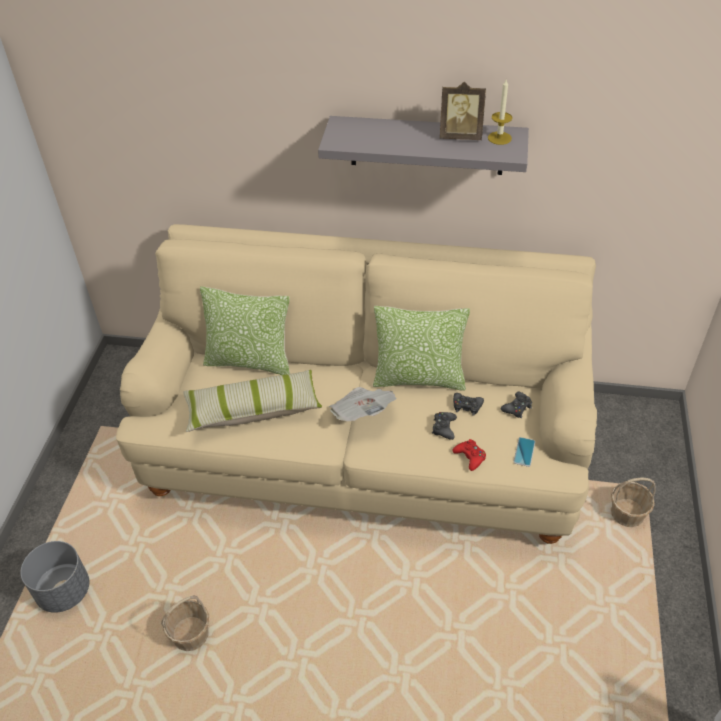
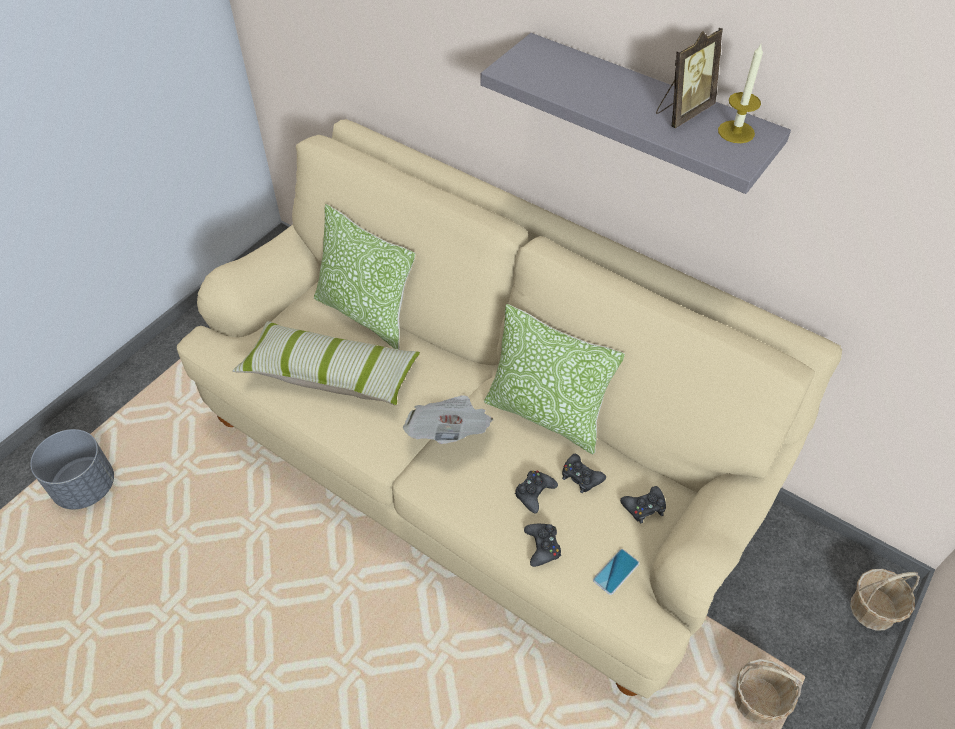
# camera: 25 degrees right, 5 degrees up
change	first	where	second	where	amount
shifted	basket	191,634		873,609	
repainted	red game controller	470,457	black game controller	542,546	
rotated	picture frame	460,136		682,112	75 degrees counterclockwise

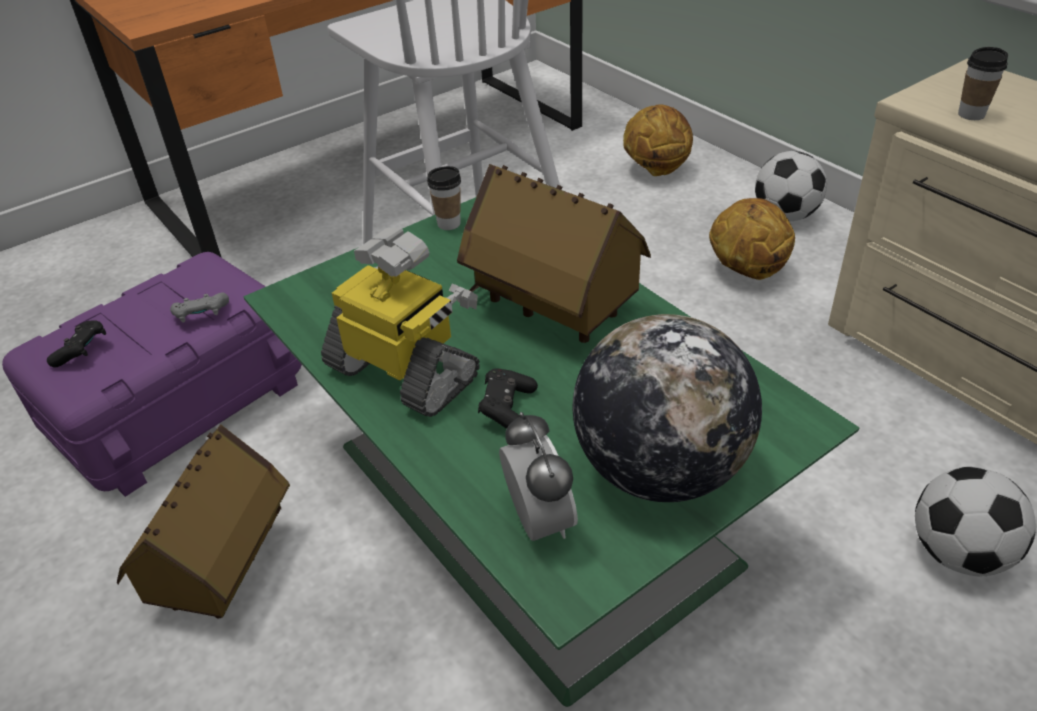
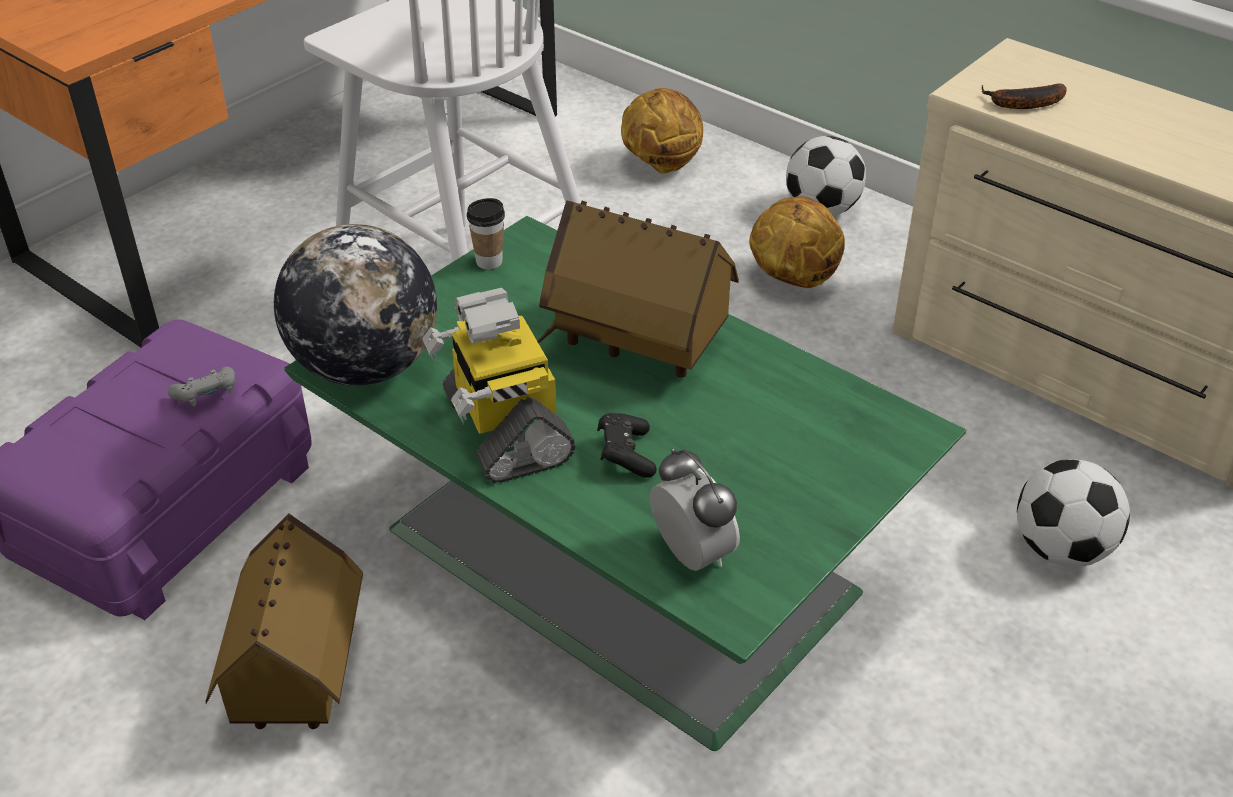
# camera: 15 degrees left, 0 degrees up
change	first	where	second	where	amount
gone	black game controller	83,352			
shifted	globe	659,470		365,367	
swapped	cup	971,114	banana	1022,104	
rotated	toy robot	405,372		504,429	135 degrees counterclockwise

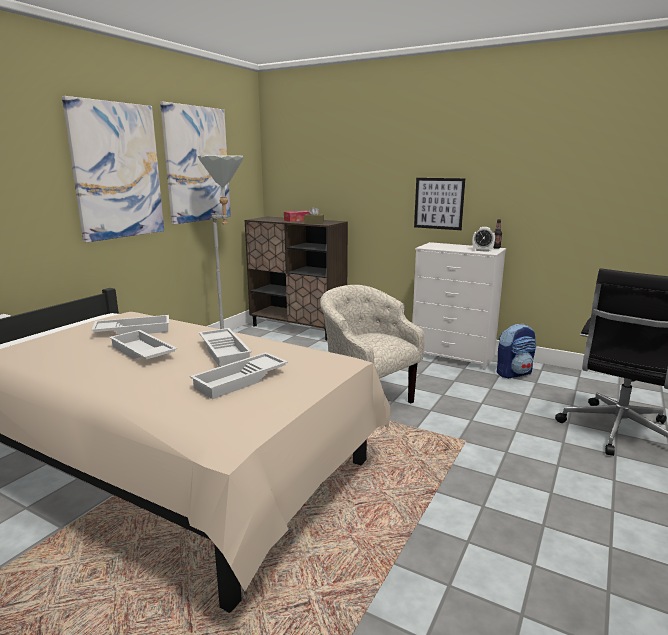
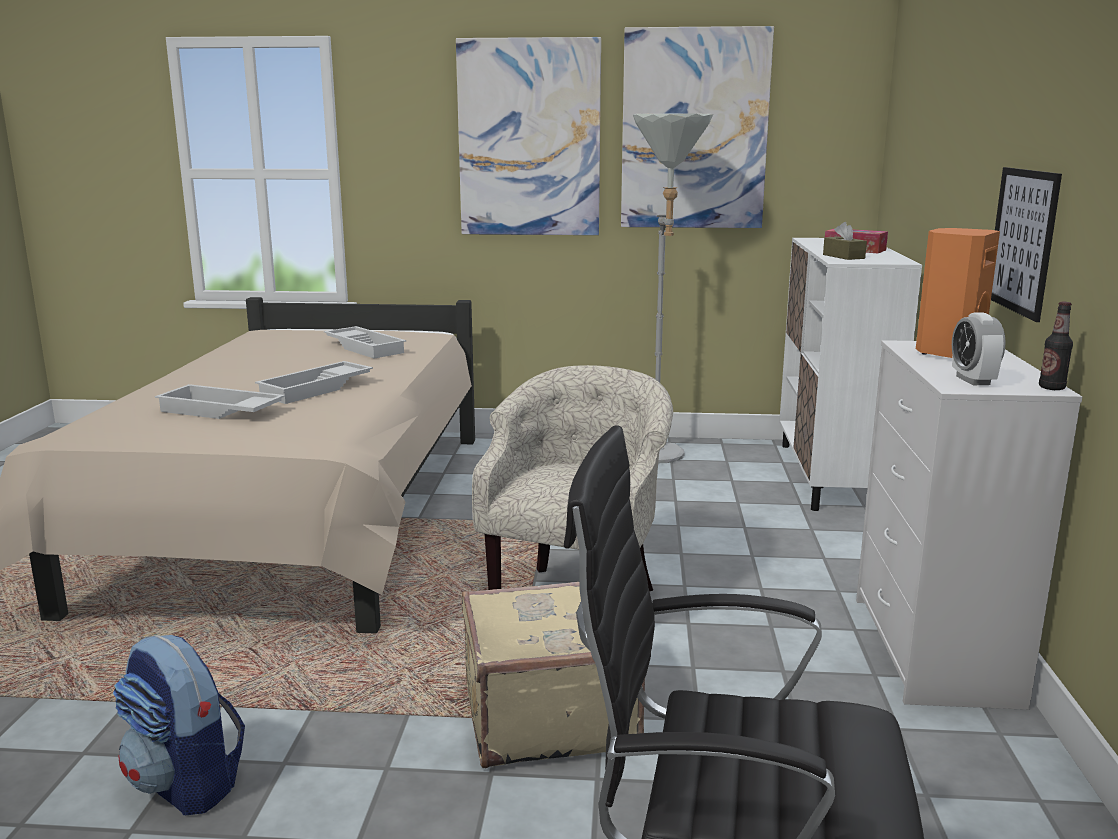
# camera: 65 degrees right, 0 degrees up
change	first	where	second	where	amount
gone	white tray	141,352			
new			beige suitcase	547,716	
new			orange speaker	947,353	
shifted	backpack	514,373		186,784	
repainted	brown cabinet	298,328	white cabinet	830,476	

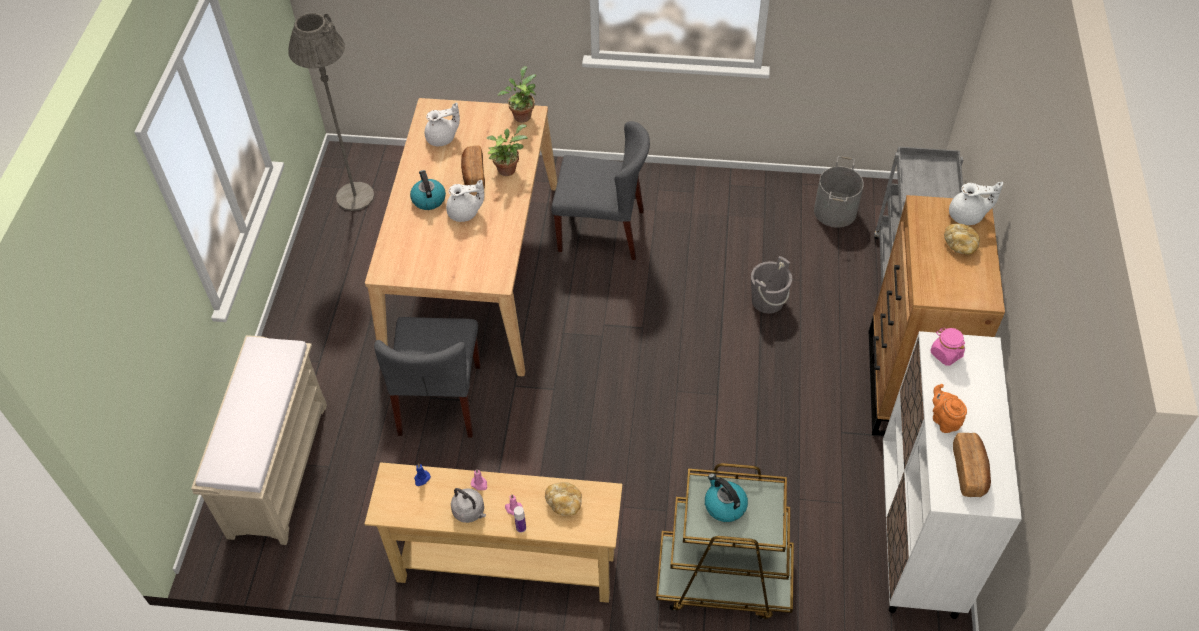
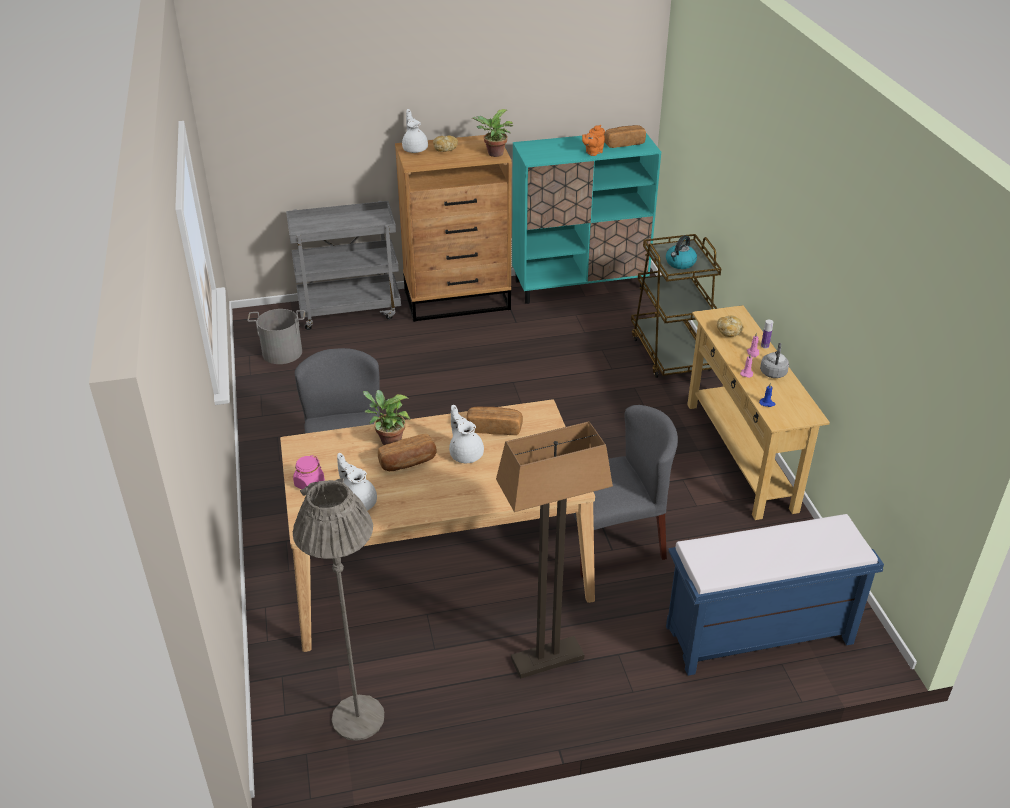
# camera: 110 degrees left, 15 degrees down
change	first	where	second	where	amount
gone	kettle	428,199			
gone	grey bucket	767,301			
new			bread	494,428	
new			floor lamp	547,659	
shifted	potted plant	522,115		493,154	
shifted	pink jar	945,354		309,484	
repainted	beige bench	278,467	blue bench	757,636	
repainted	white cabinet	918,534	turquoise cabinet	580,284	

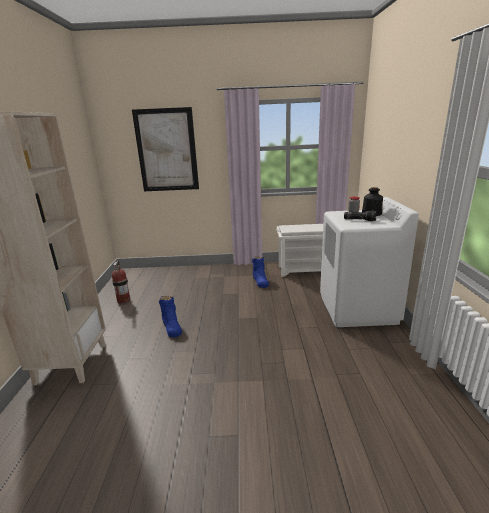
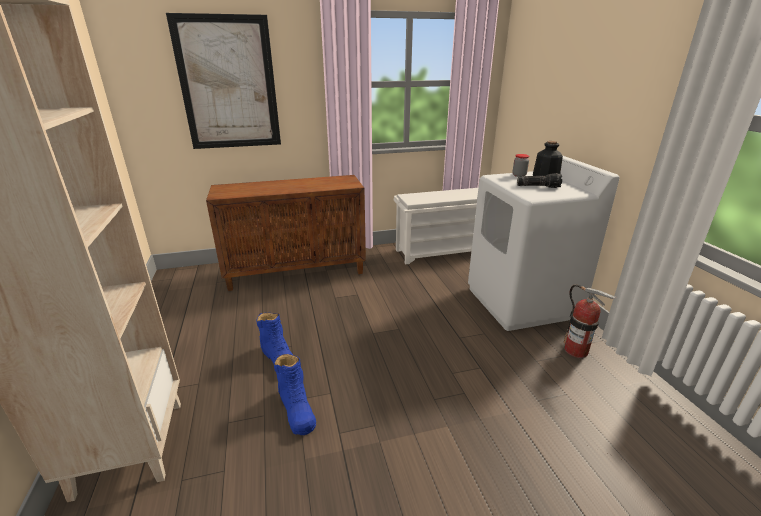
# camera: 15 degrees left, 5 degrees up
change	first	where	second	where	amount
new			brown cabinet	297,272	
shifted	fire extinguisher	123,300		576,350	
shifted	blue boot	260,281		296,410	

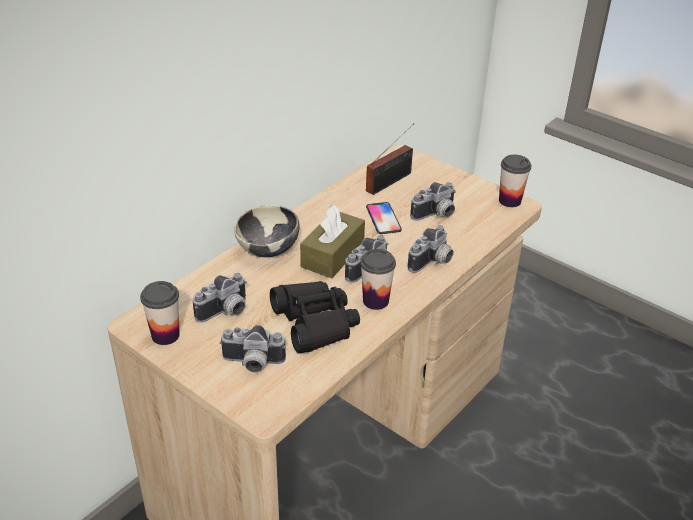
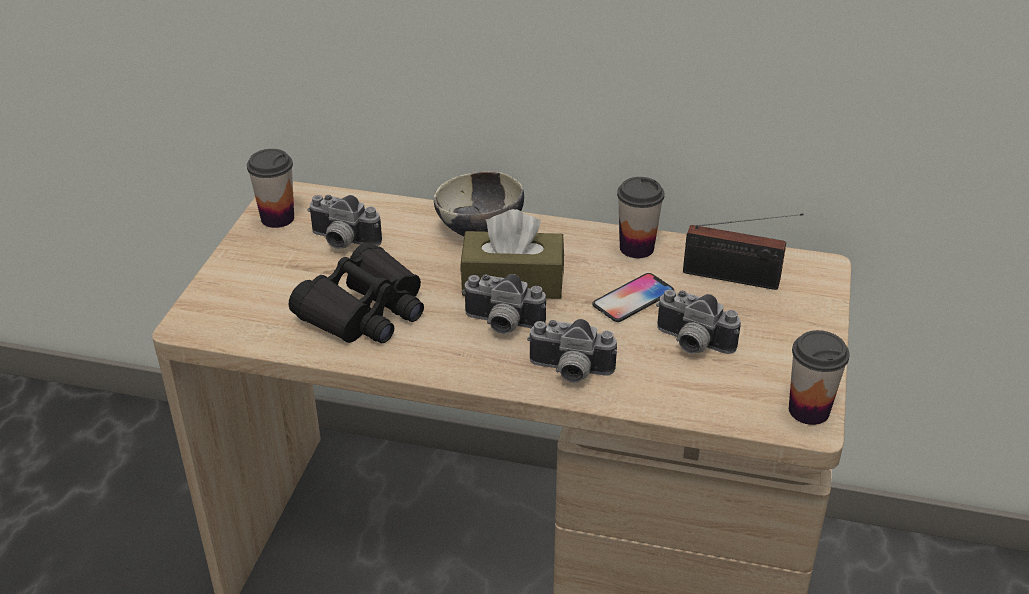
# camera: 65 degrees right, 0 degrees up
change	first	where	second	where	amount
gone	photo camera	252,364			
shifted	cup	375,301		636,248	

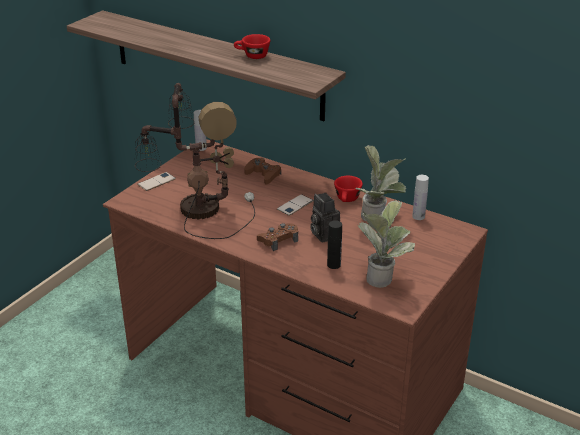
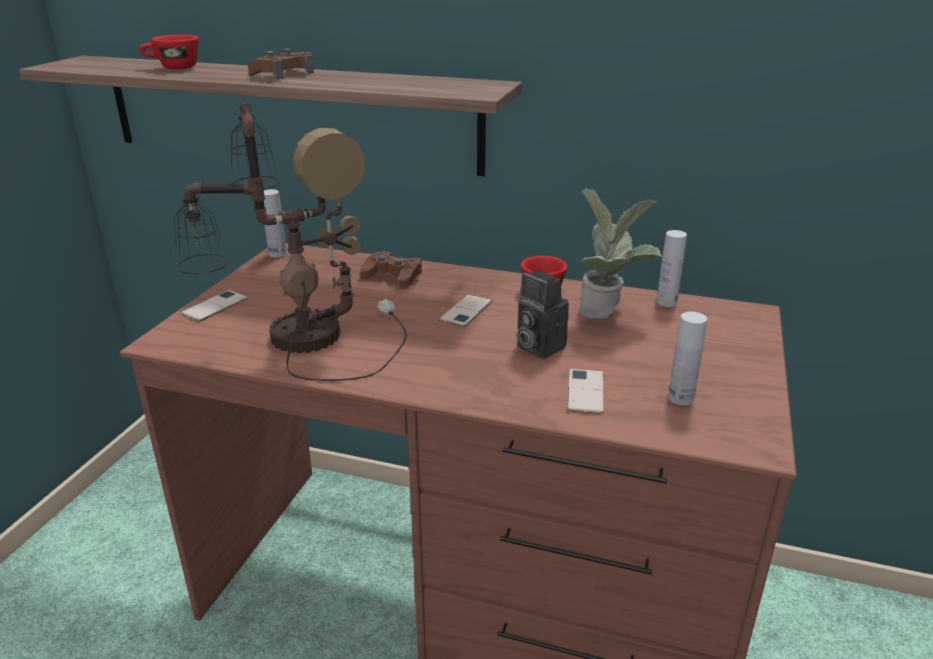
# camera: 15 degrees left, 5 degrees down
change	first	where	second	where	amount
shifted	red cup	252,56		172,68	
shifted	brown game controller	278,240		283,74	
swapped	black bottle	334,265	phone	585,391	
swapped	potted plant	383,276	white bottle	681,398	

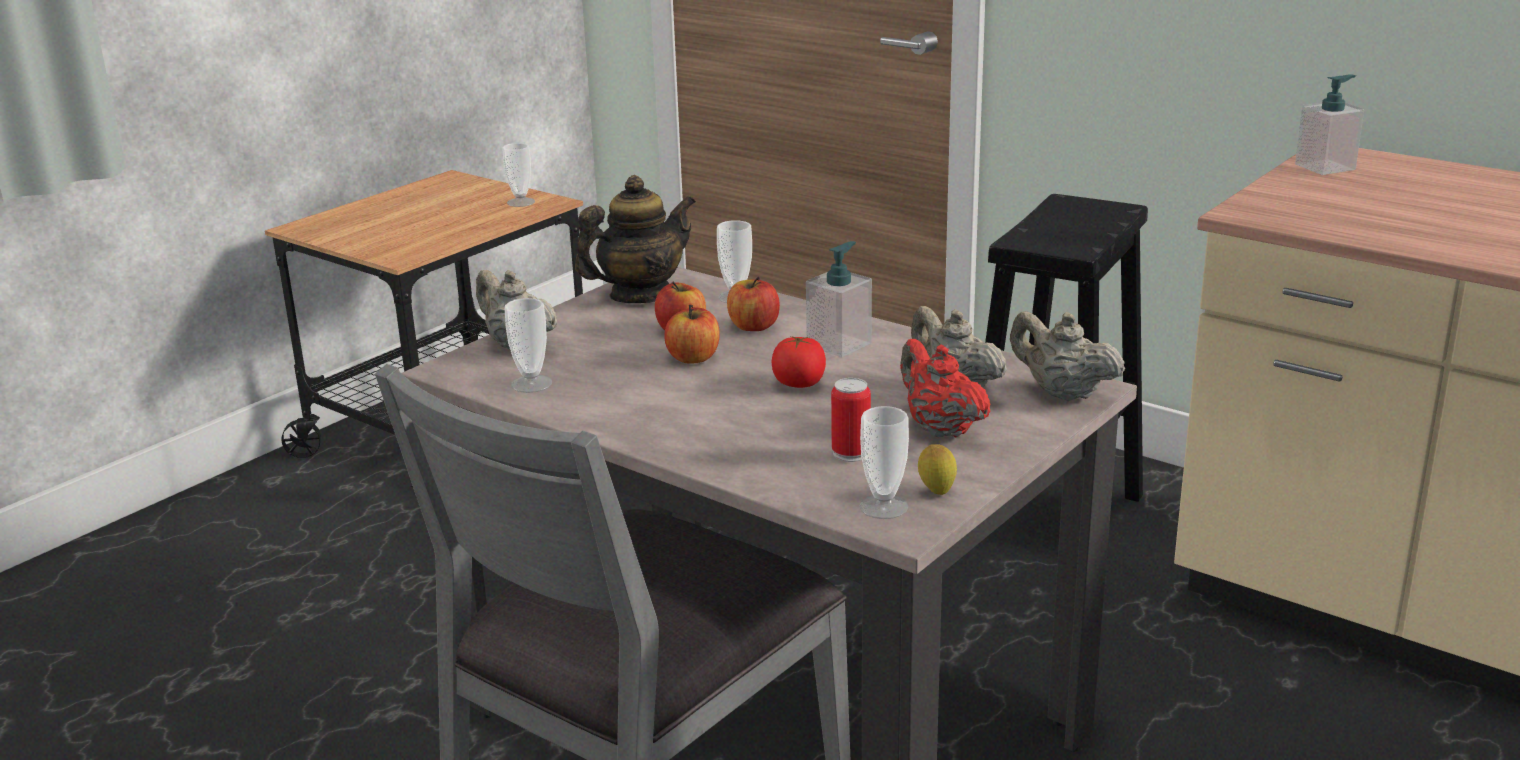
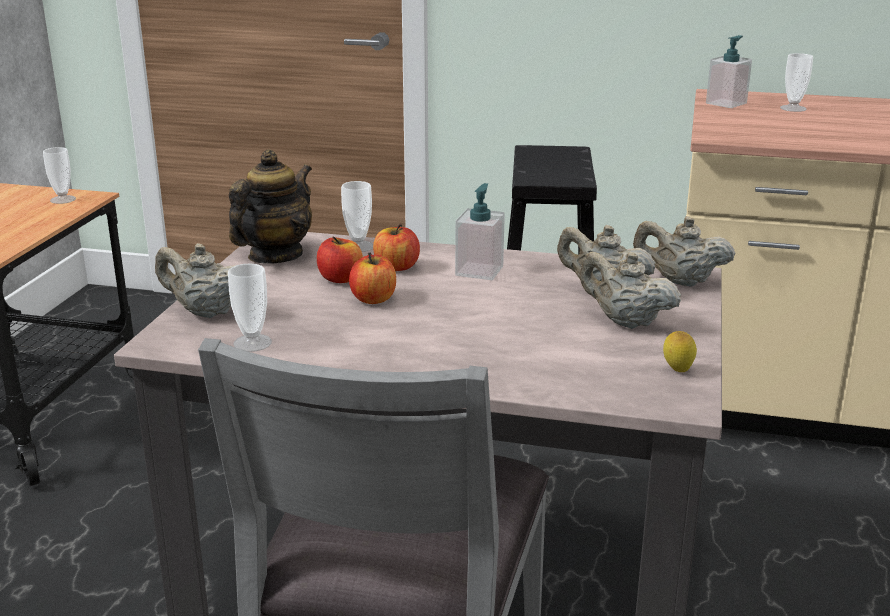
# camera: 25 degrees left, 0 degrees up
change	first	where	second	where	amount
gone	tomato	799,384			
gone	can	851,453			
shifted	cup	883,507		793,108	
repainted	red teapot	940,429	beige teapot	625,322	

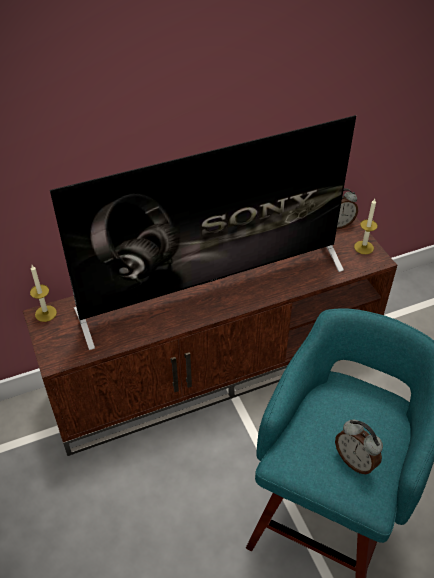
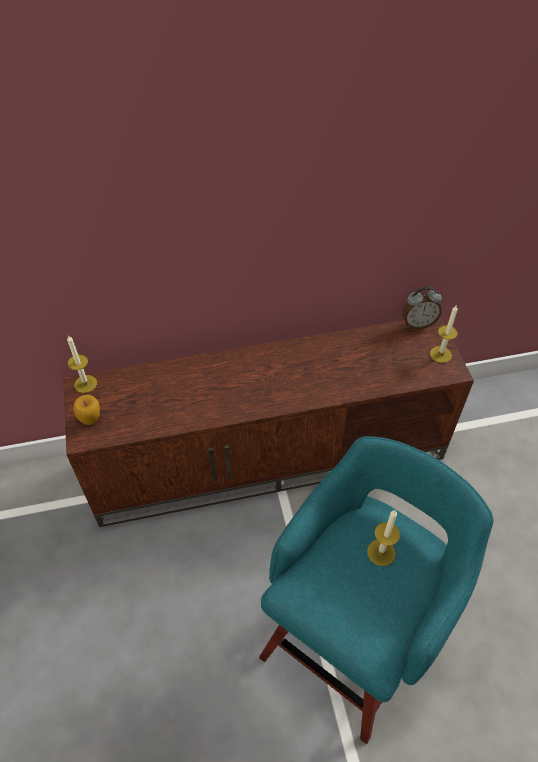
# camera: 10 degrees right, 5 degrees up
change	first	where	second	where	amount
gone	television	212,288			
gone	alarm clock	355,460			
new			apple	90,419	
new			candle	381,552	

